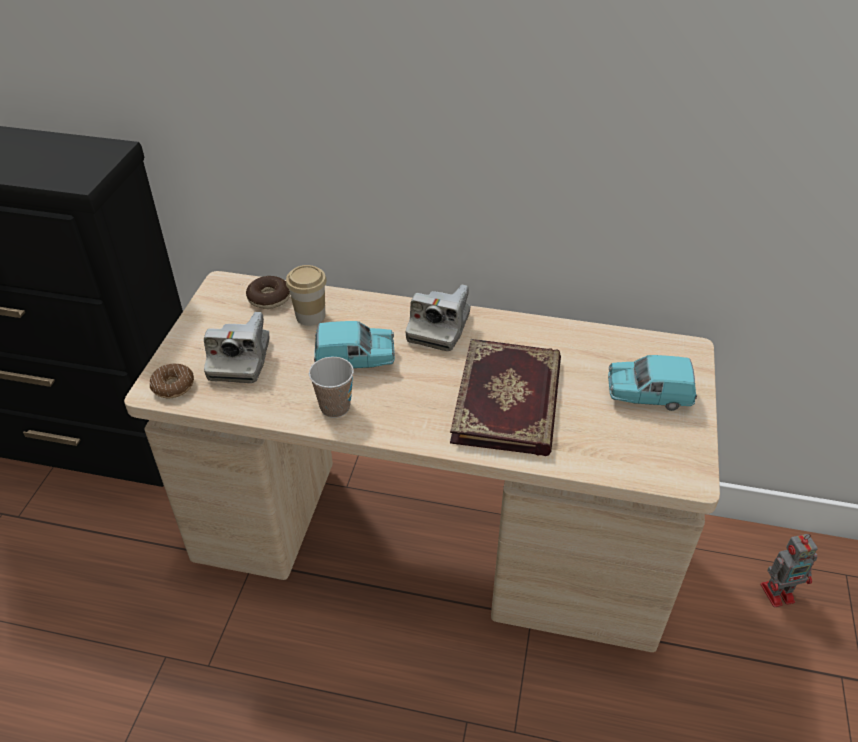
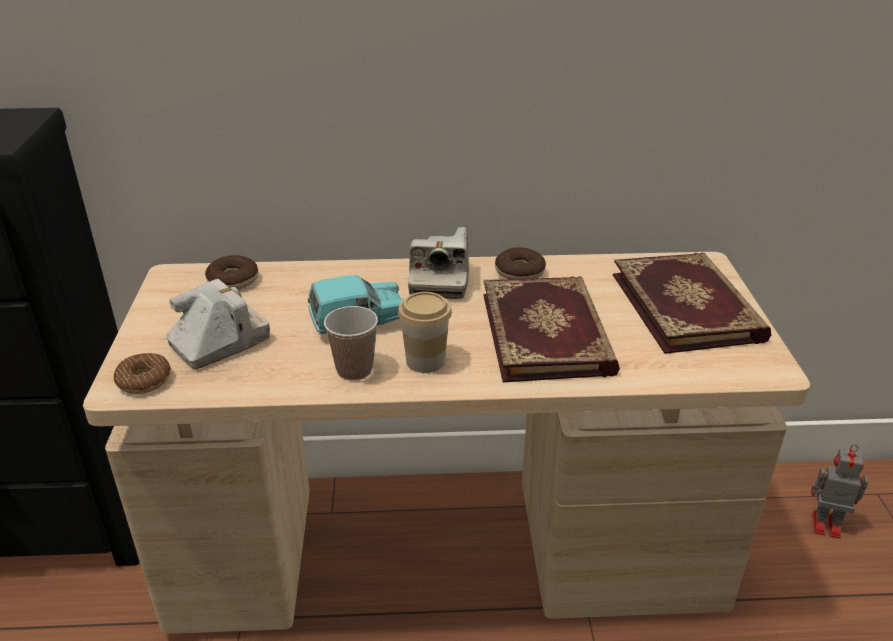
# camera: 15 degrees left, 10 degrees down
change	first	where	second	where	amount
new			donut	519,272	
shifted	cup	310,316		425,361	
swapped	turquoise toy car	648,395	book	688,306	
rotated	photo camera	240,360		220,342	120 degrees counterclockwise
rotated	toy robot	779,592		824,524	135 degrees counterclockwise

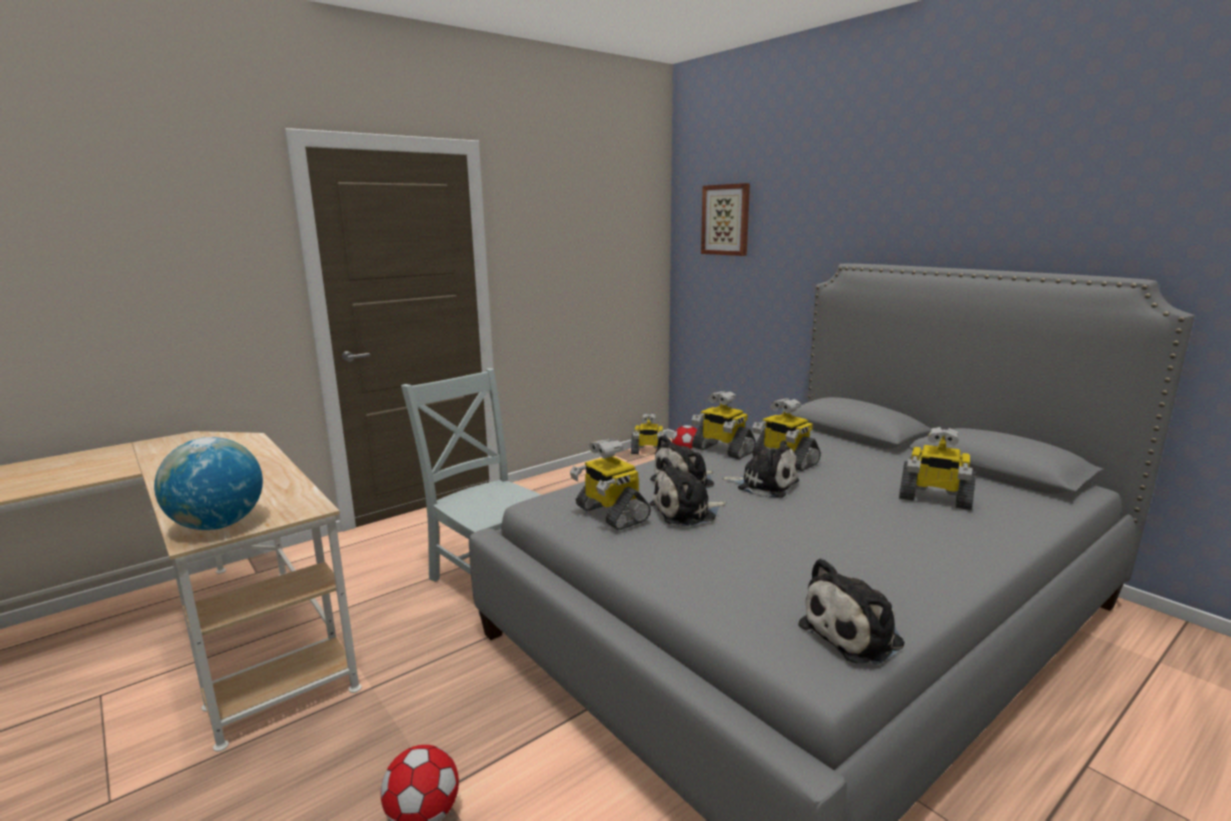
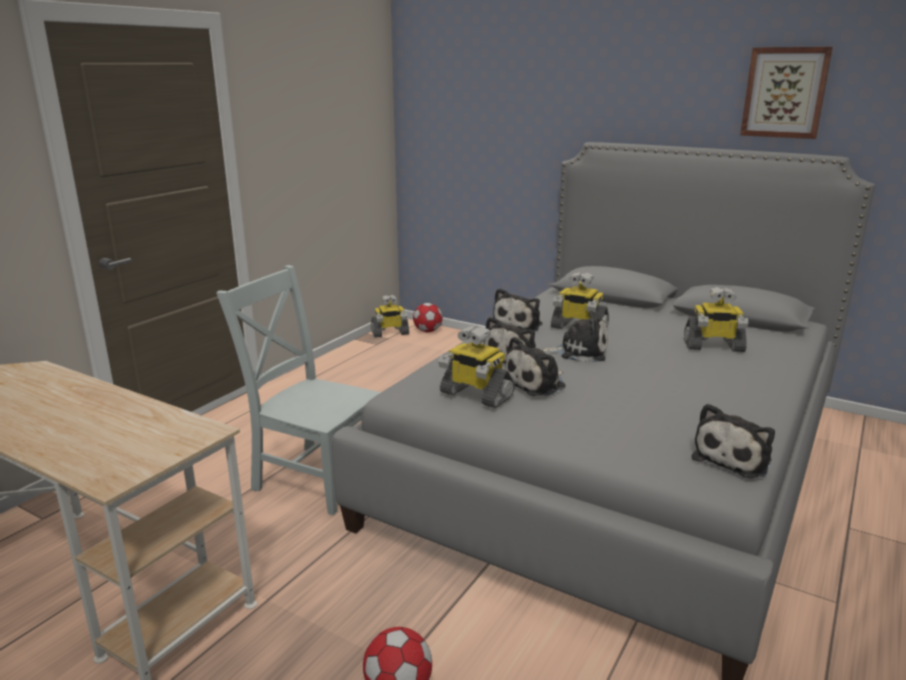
# camera: 20 degrees left, 5 degrees up
change	first	where	second	where	amount
gone	globe	218,525			
shifted	picture	726,220		785,92	
swapped	toy robot	722,450	plush toy	519,325	

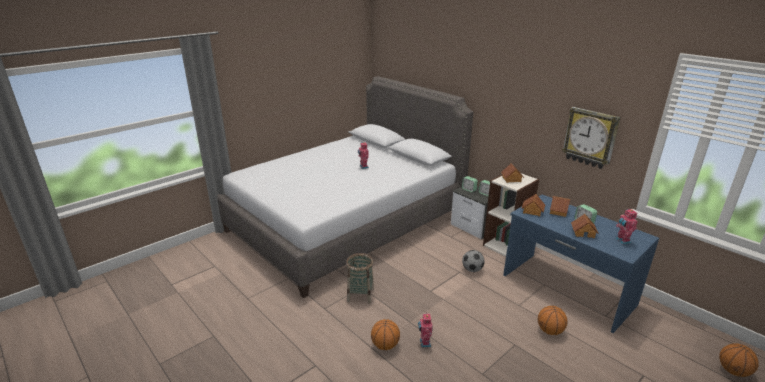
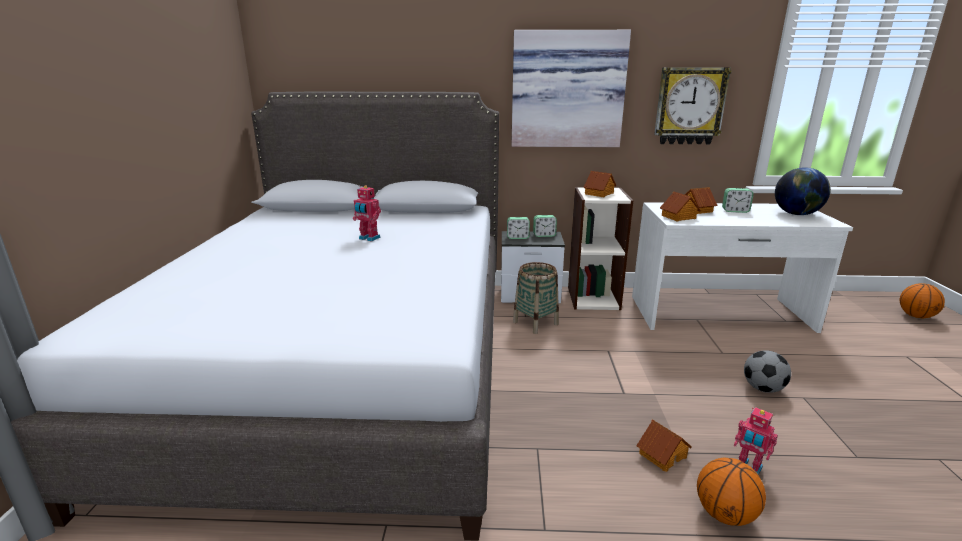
# camera: 45 degrees left, 5 degrees down
change	first	where	second	where	amount
gone	basketball	550,331			
new			picture	567,90	
shifted	basket	360,295		535,323	
shifted	football	472,270		763,388	
shifted	toy house	583,232		662,455	
swapped	toy robot	622,241	globe	796,214	
repainted	blue desk	567,290	white desk	720,314	

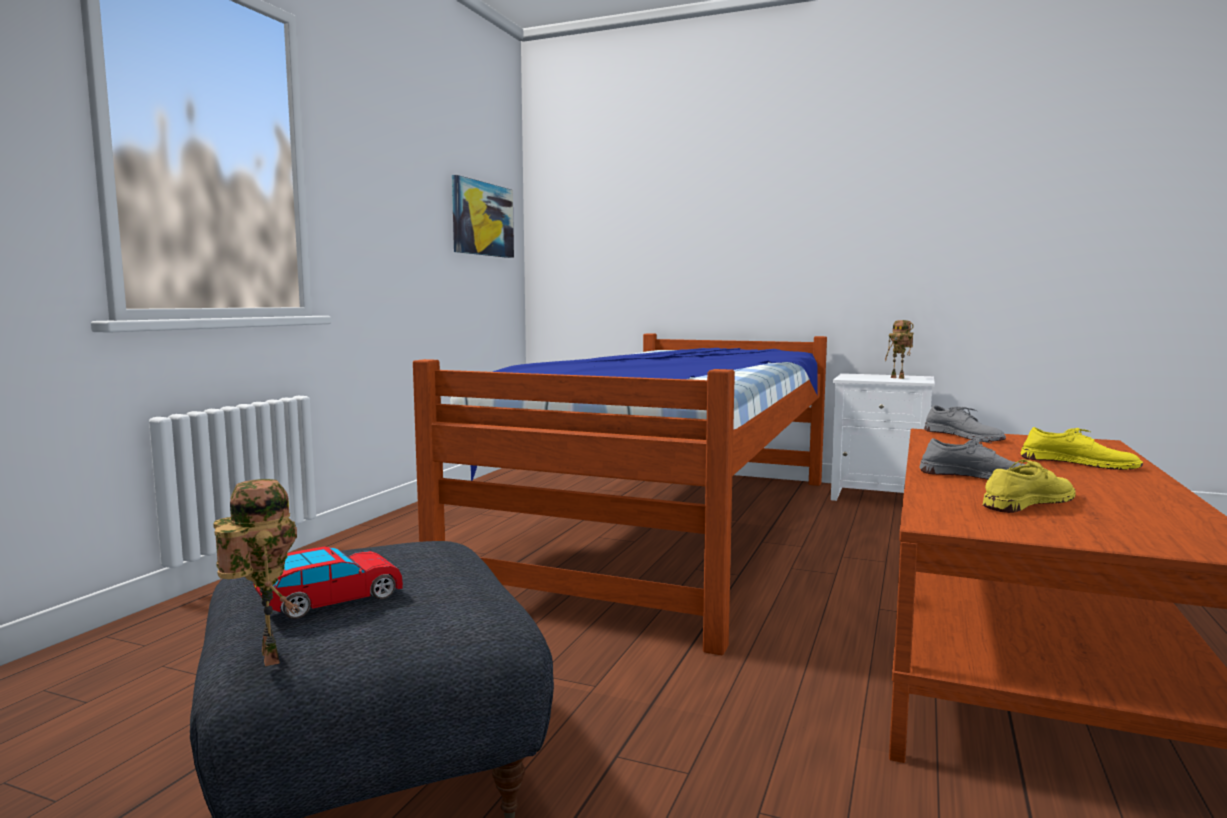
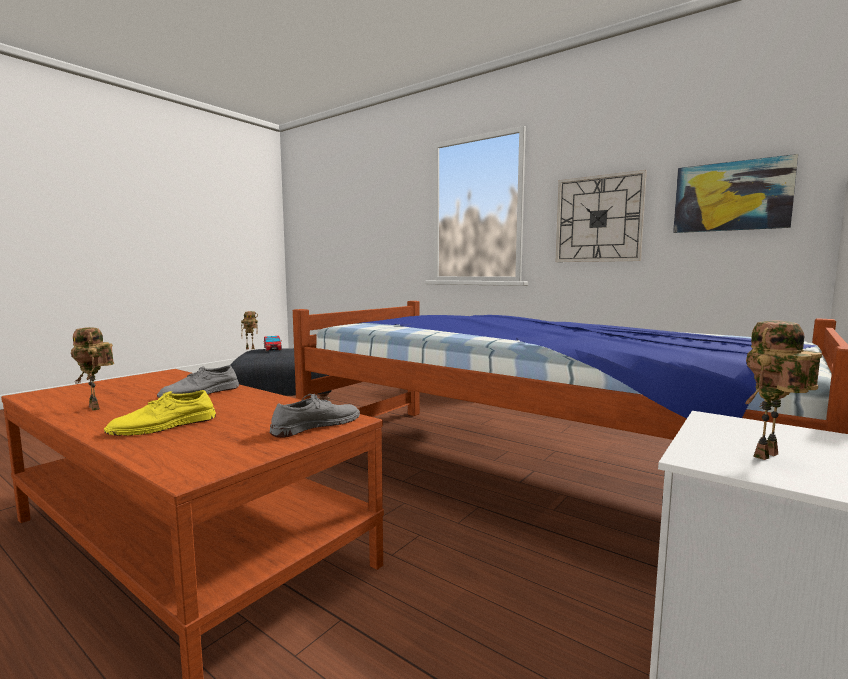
# camera: 105 degrees right, 0 degrees up
change	first	where	second	where	amount
gone	yellow shoe	1028,502			
new			toy robot	97,408	
new			wall clock	598,219	
rotated	grey shoe	964,436		316,425	150 degrees clockwise

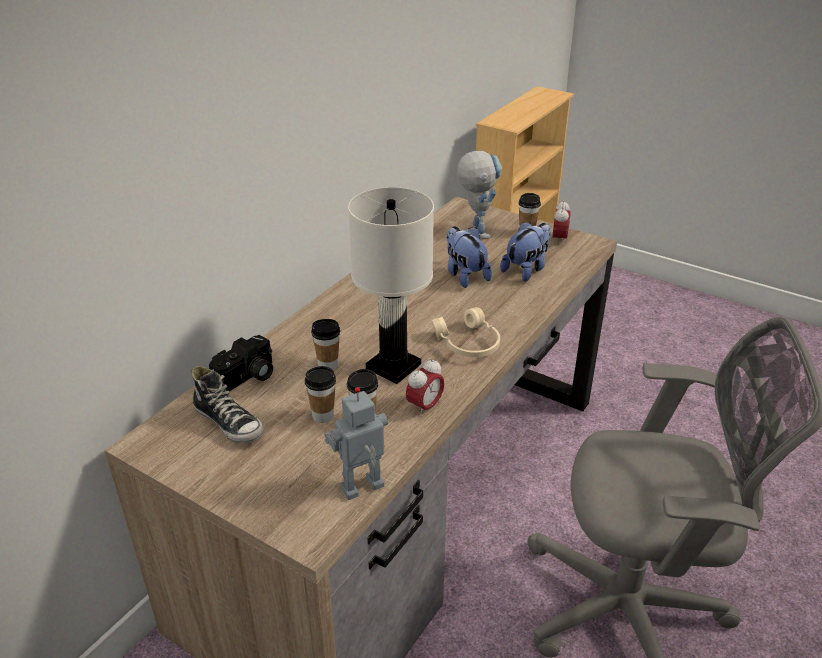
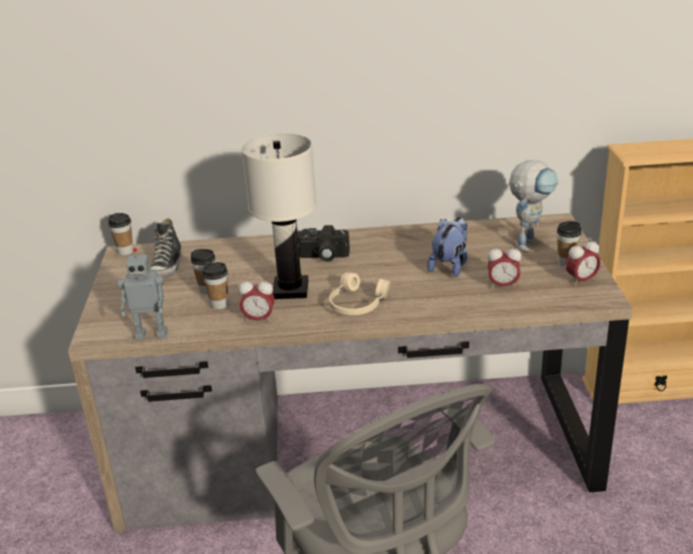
# camera: 55 degrees right, 5 degrees down
change	first	where	second	where	amount
shifted	photo camera	248,378		323,256	
shifted	cup	328,365		125,251	
swapped	plush toy	526,269	alarm clock	503,286	
rotated	toy robot	363,489		151,334	150 degrees clockwise

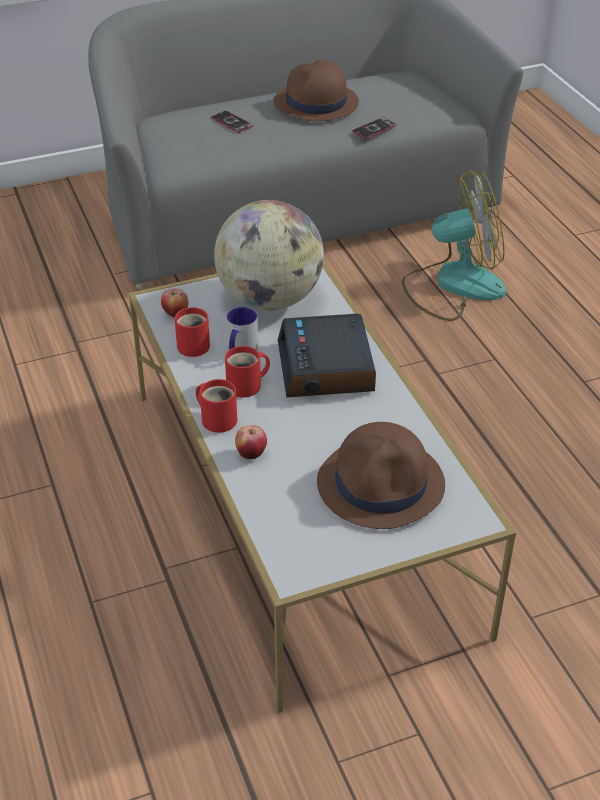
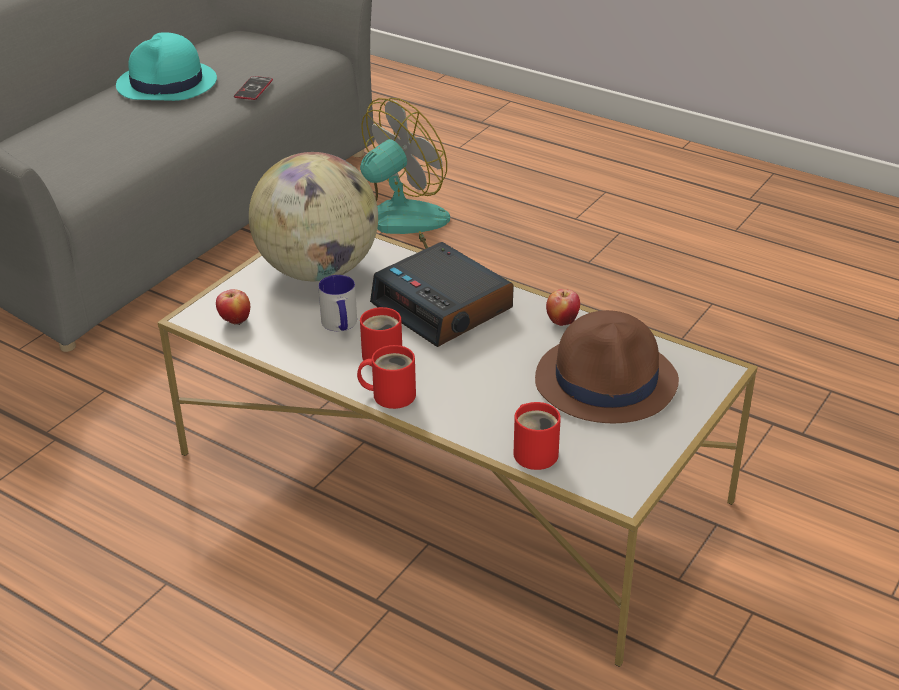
# camera: 35 degrees left, 5 degrees down
change	first	where	second	where	amount
gone	phone	232,122			
shifted	red mug	195,344		535,451	
shifted	apple	251,454		562,321	
repainted	brown hat	316,103	turquoise hat	167,84	

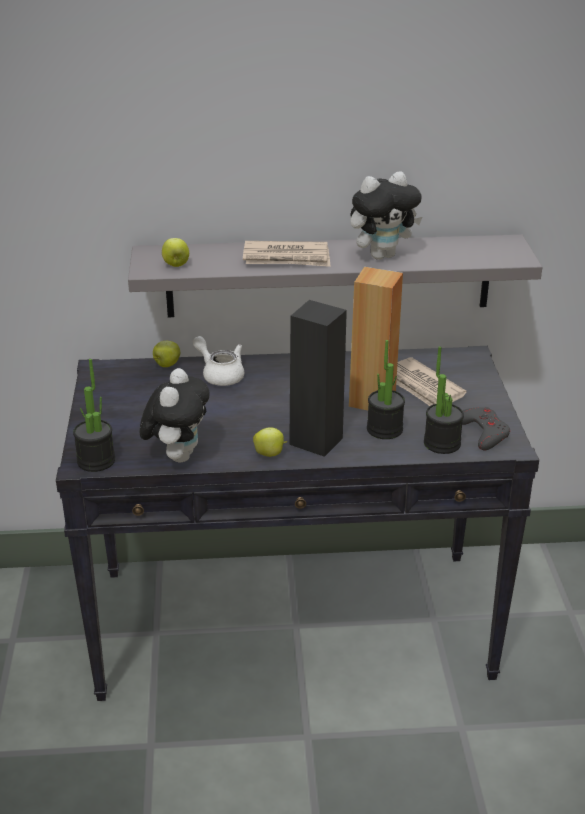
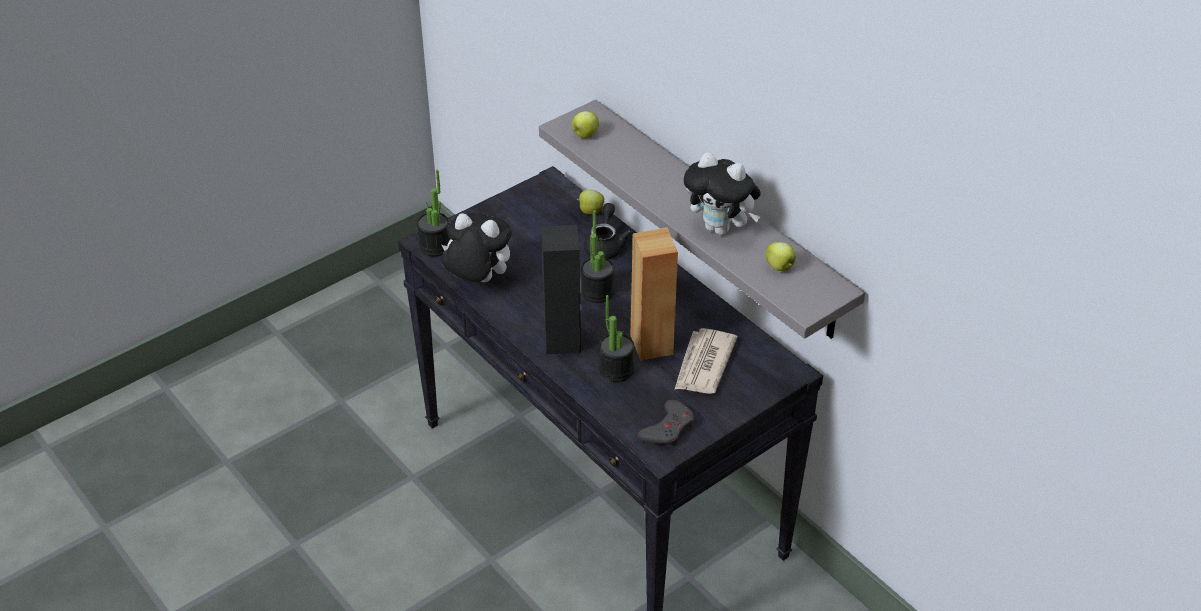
# camera: 55 degrees right, 10 degrees up
change	first	where	second	where	amount
gone	newspaper	287,258			
shifted	apple	270,454		780,267	
shifted	potted plant	442,443		597,292	
repainted	white teapot	220,374	black teapot	605,245	
rotated	plush toy	178,455		477,280	135 degrees counterclockwise

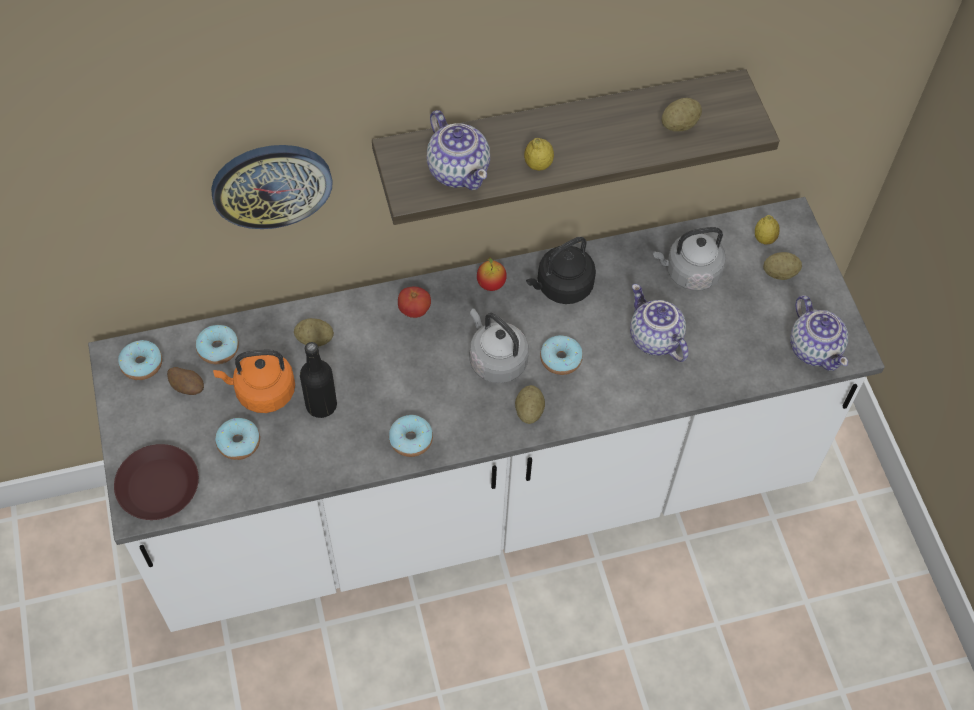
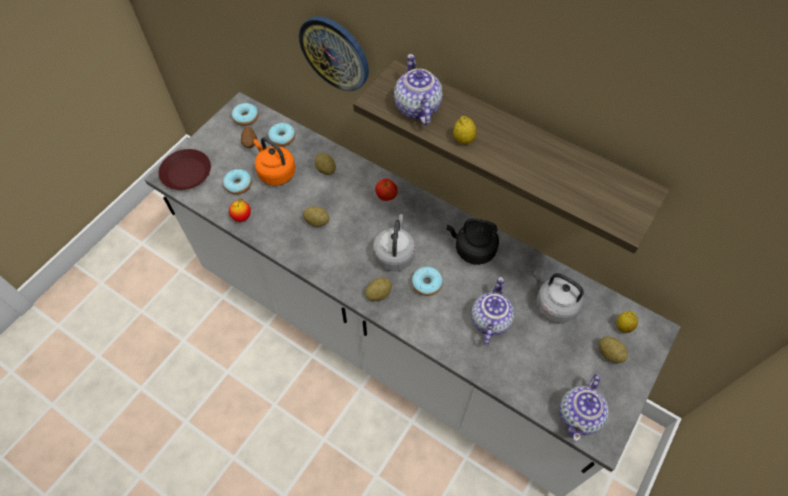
# camera: 50 degrees right, 0 degrees up
change	first	where	second	where	amount
gone	black bottle	321,405			
gone	donut	411,440			
shifted	apple	491,284		242,217	
shifted	potato	679,125		317,221	
rotated	teapot	458,170		417,108	150 degrees clockwise

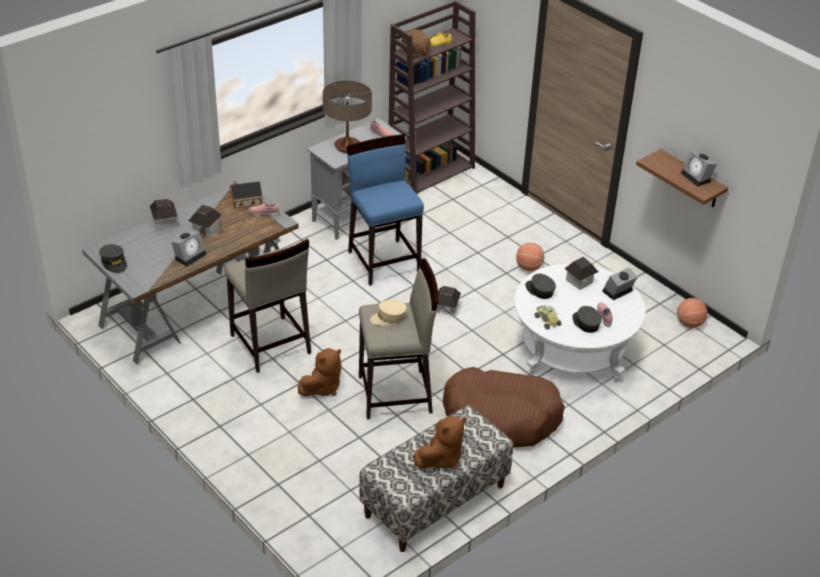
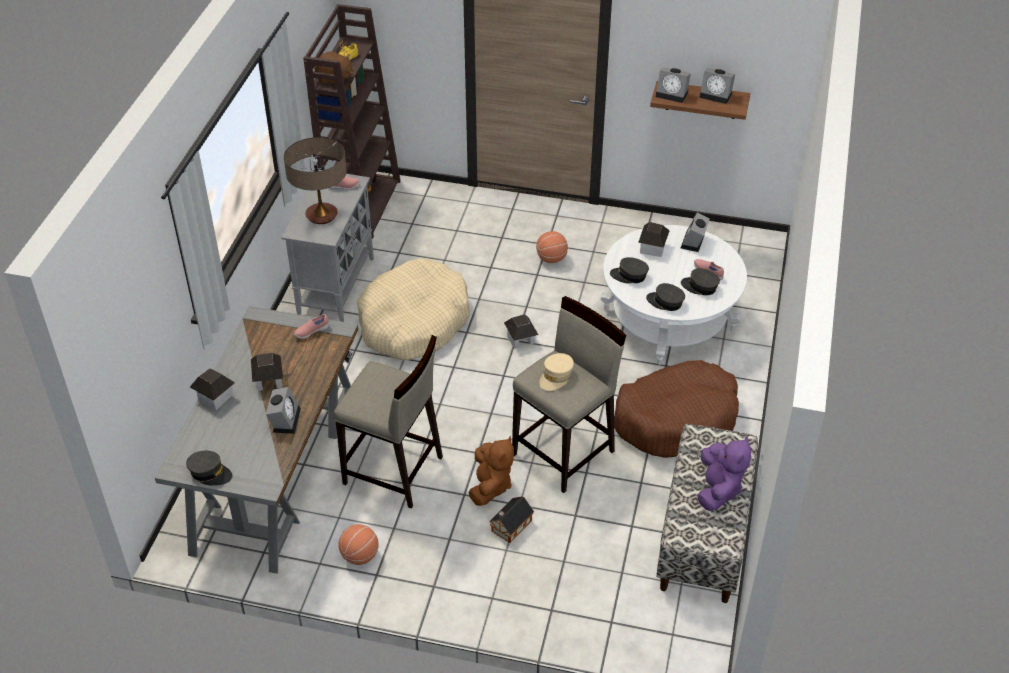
# camera: 35 degrees left, 5 degrees up
change	first	where	second	where	amount
new			alarm clock	673,94	
shifted	toy house	245,201		510,527	
shifted	basketball	690,323		360,556	
swapped	blue stool	384,261	beige dog bed	413,322	
swapped	toy car	546,320	grey cap	665,302	
repainted	brown plush toy	441,458	purple plush toy	718,489	

